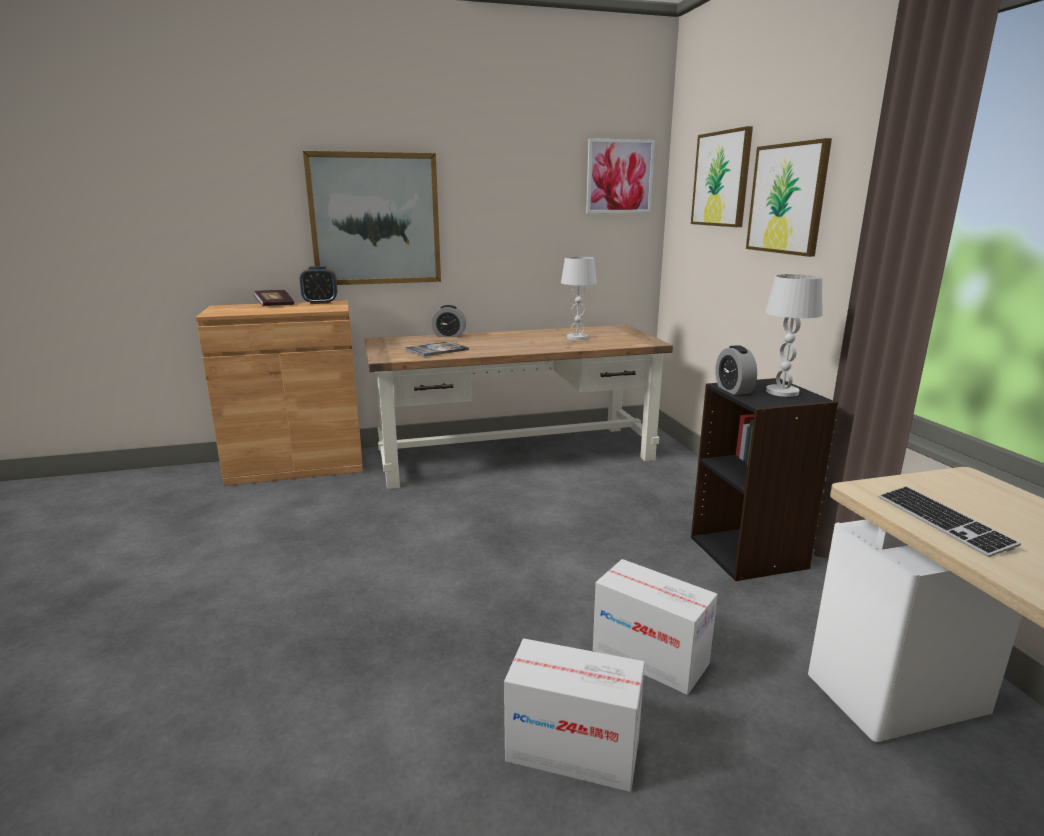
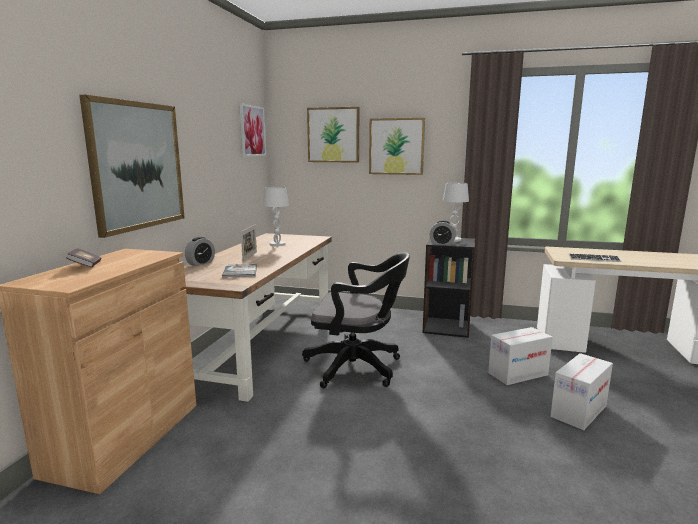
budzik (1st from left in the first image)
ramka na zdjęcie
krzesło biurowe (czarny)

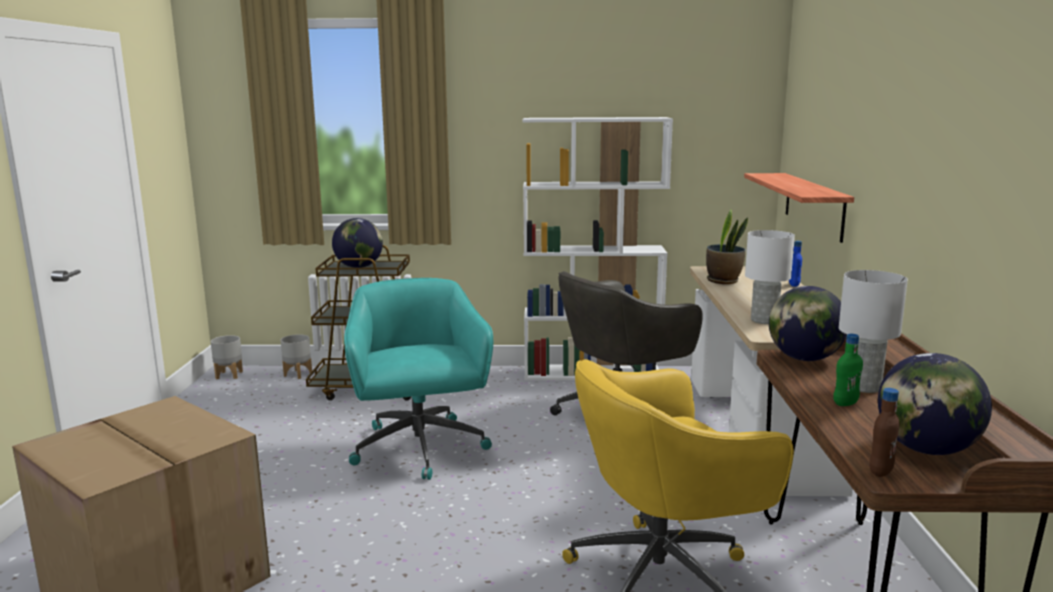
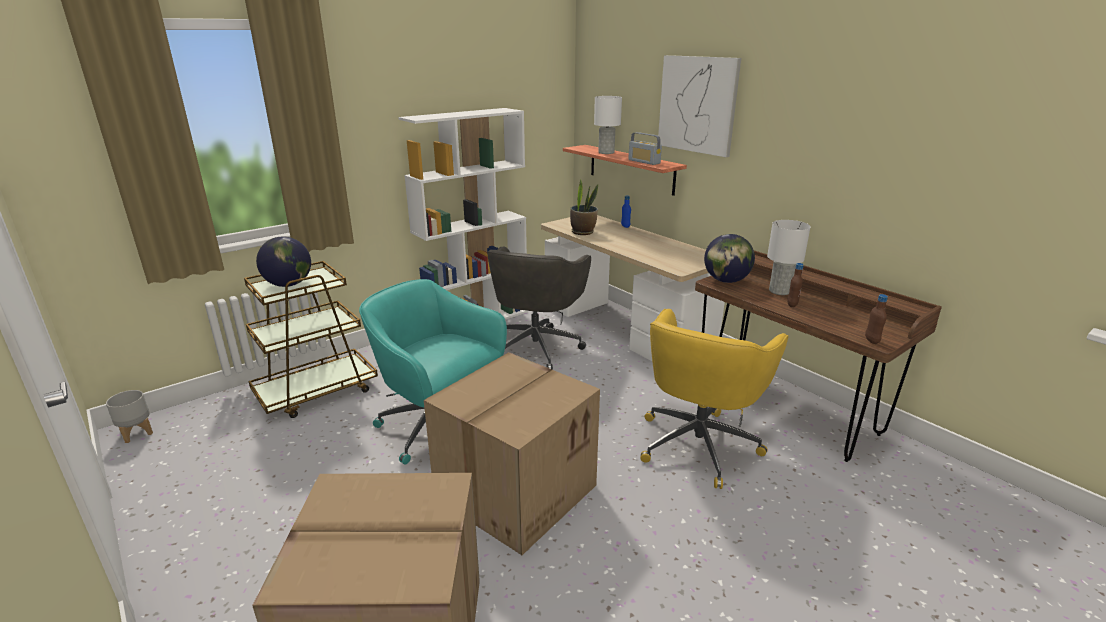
donica (szary) (2nd from left in the first image)
lampa stołowa (biały) (1st from left)
butelka (brązowy) (1st from left)
globus (3rd from left in the first image)
karton (2nd from left)
radio
obraz

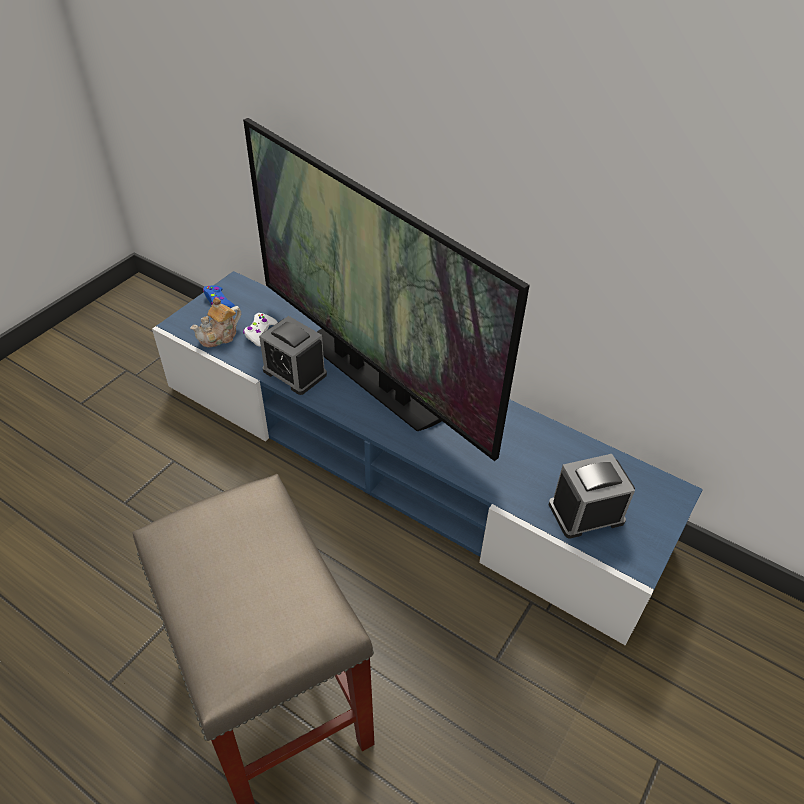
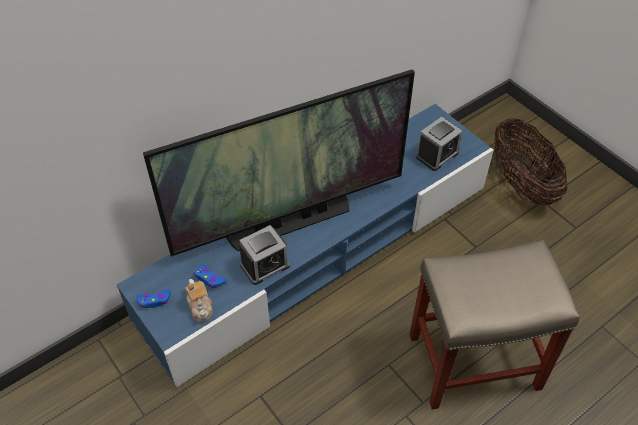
pad do gier (niebieski) (2nd from left)
budzik (2nd from left)
koszyk

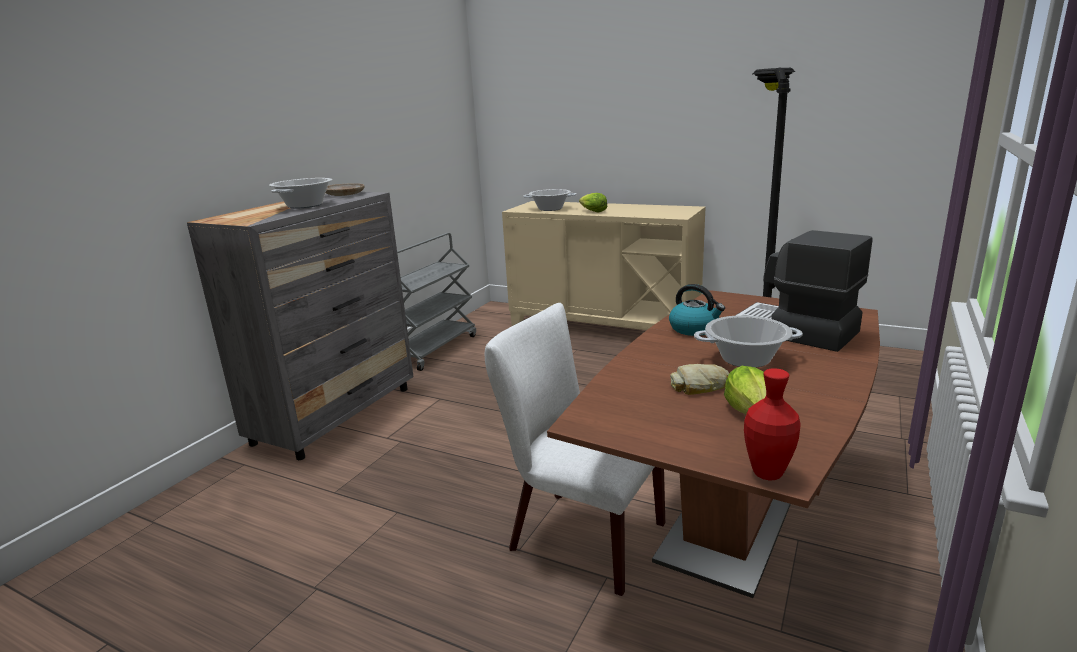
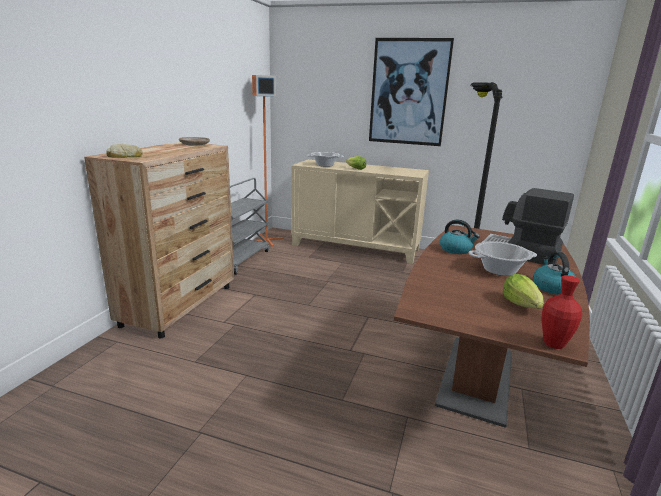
komoda (brązowy)
garnek (1st from left in the first image)
krzesło (biały)
chleb
lampa stojąca (pomarańczowy)
obraz
czajnik (2nd from left)

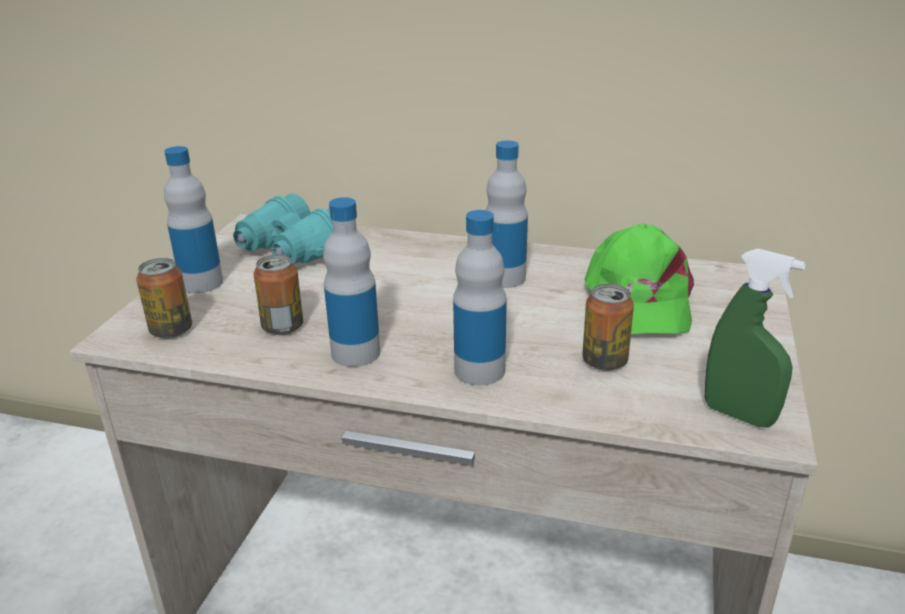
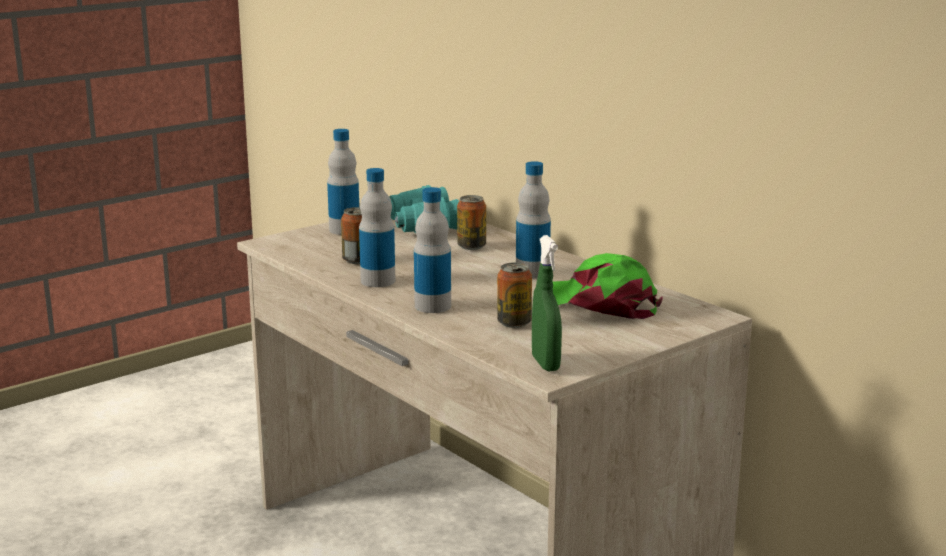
puszka (2nd from left)
czapka z daszkiem (zielony)

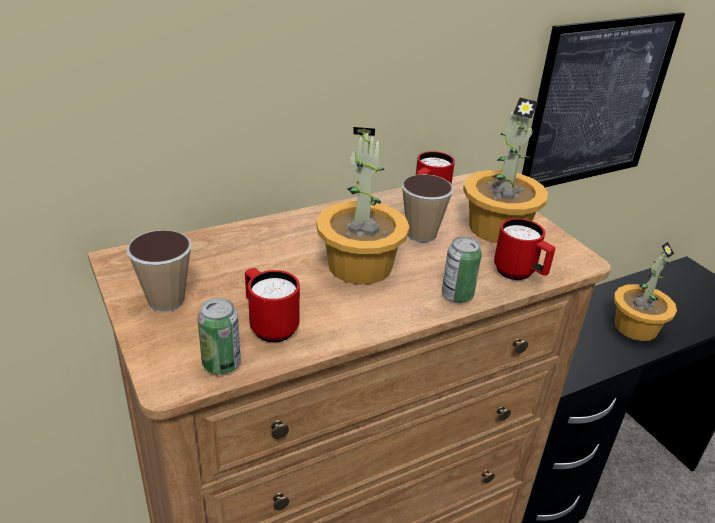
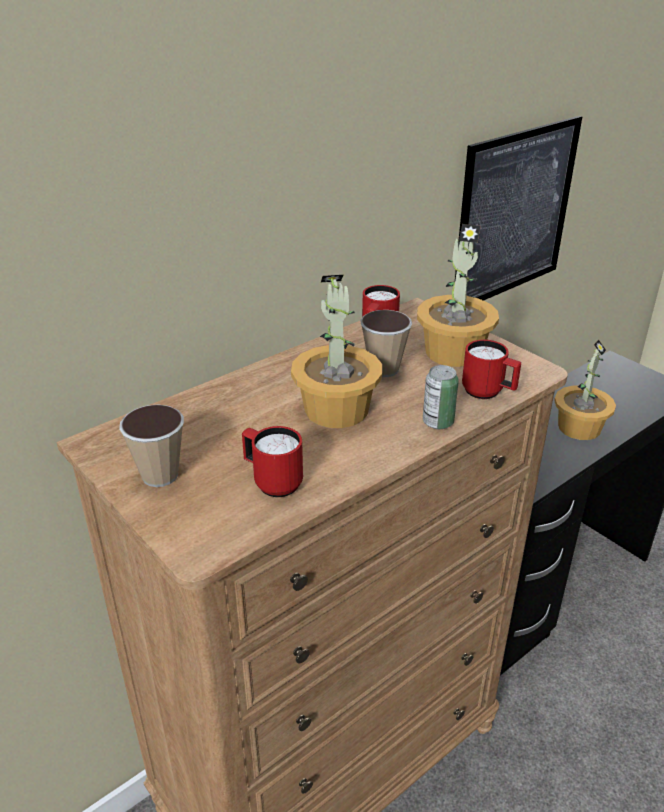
puszka (1st from left in the first image)

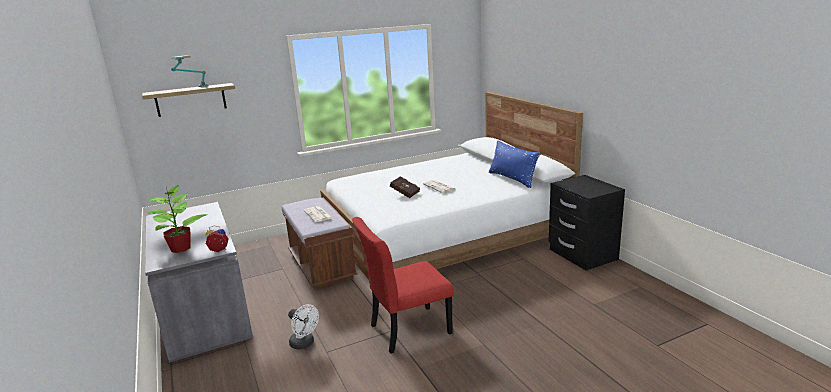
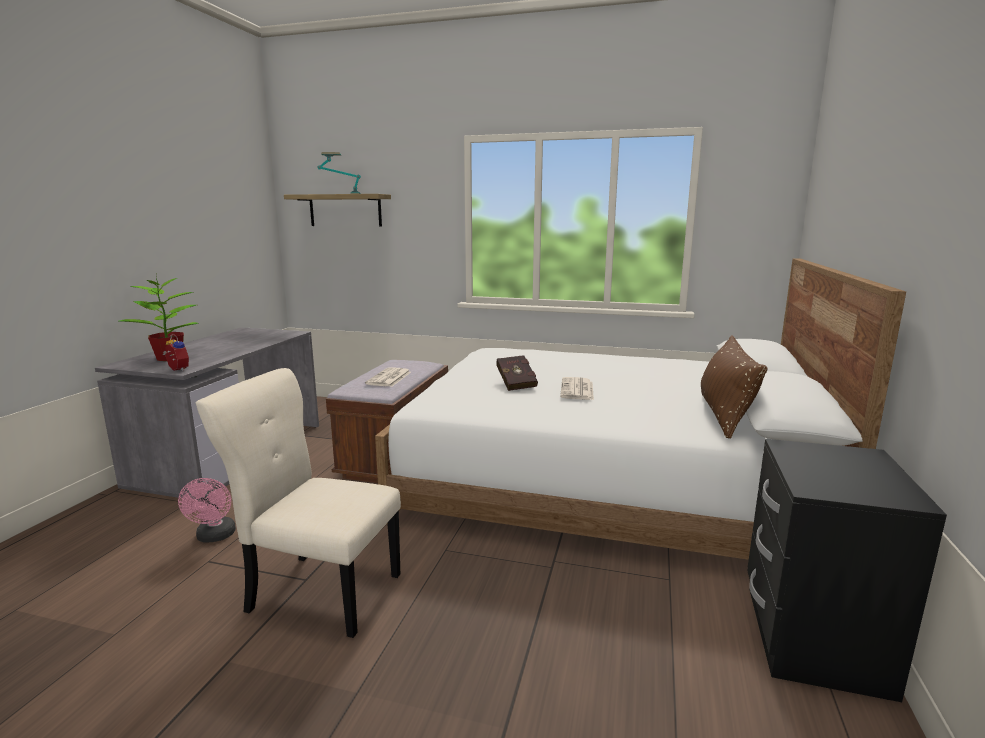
wentylator (różowy)
krzesło (beżowy)
poduszka (brązowy)

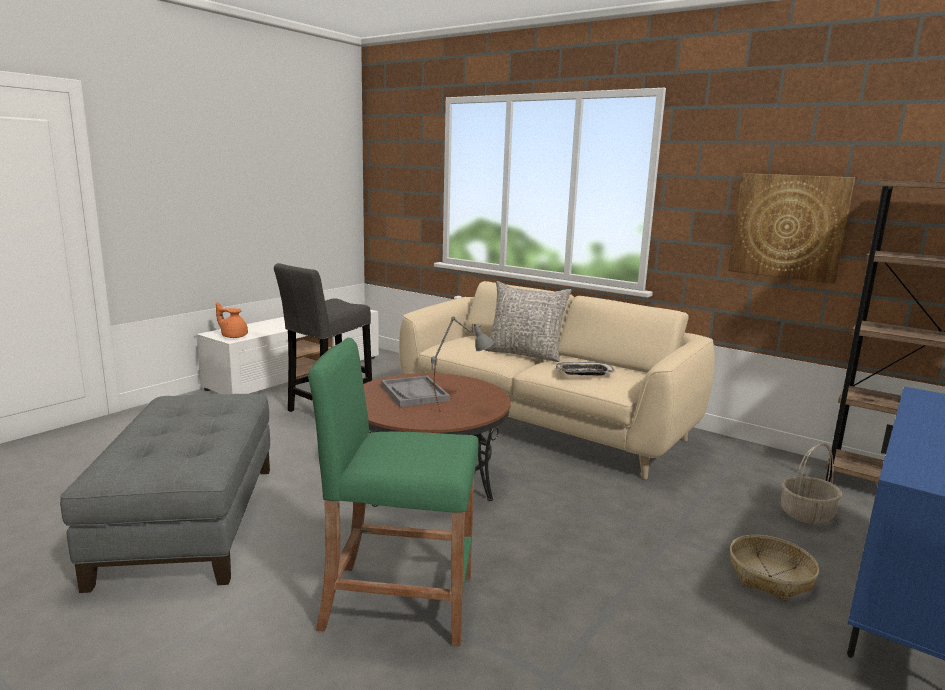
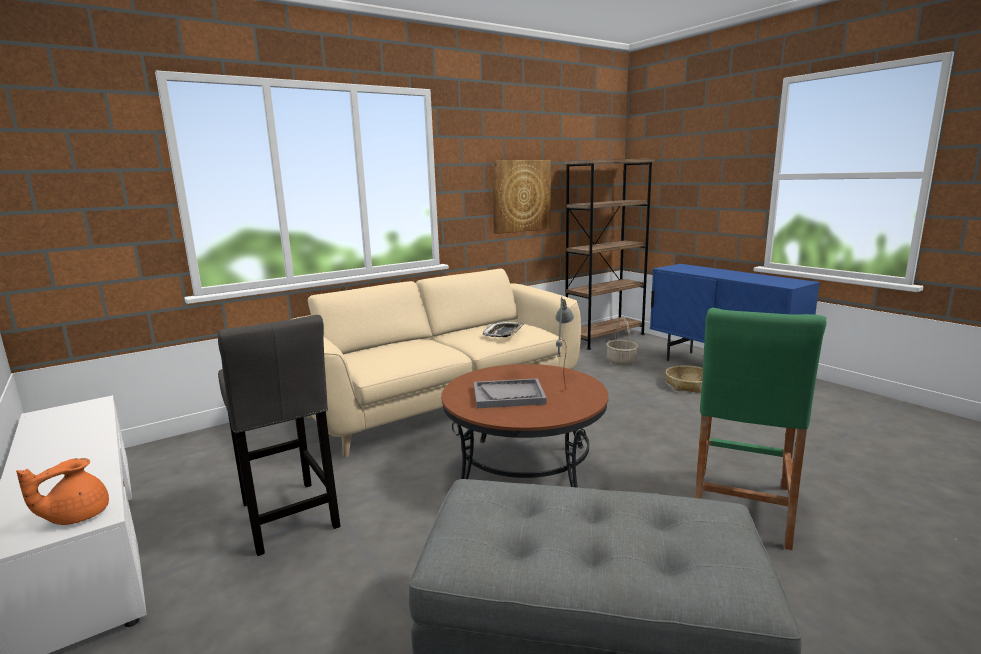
poduszka (szary)

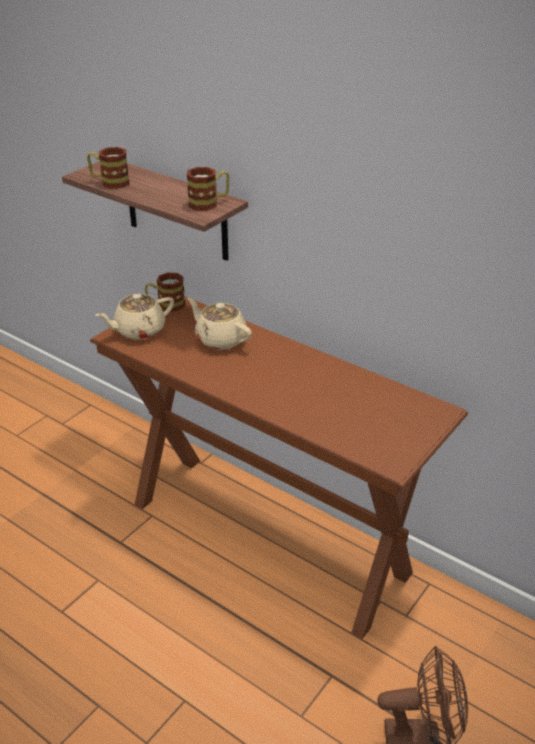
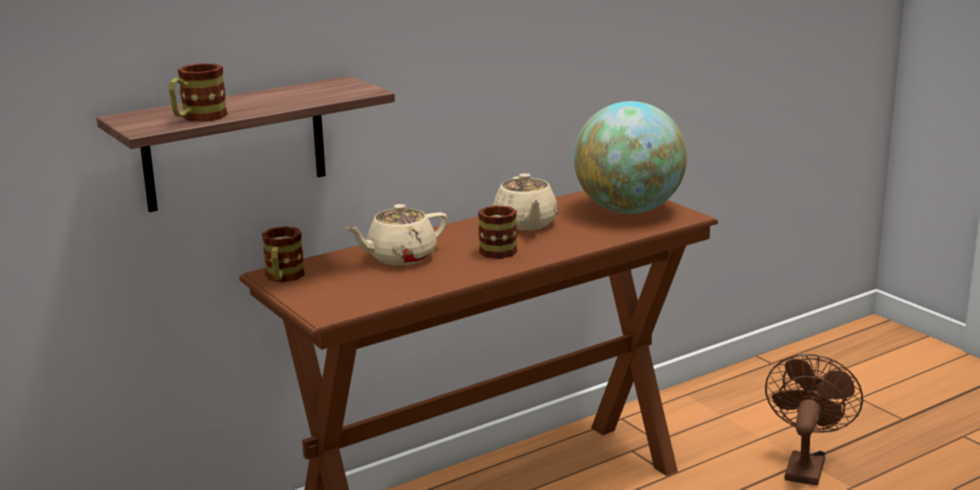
imbryk (beżowy) (2nd from left)
kubek (3rd from left)
globus

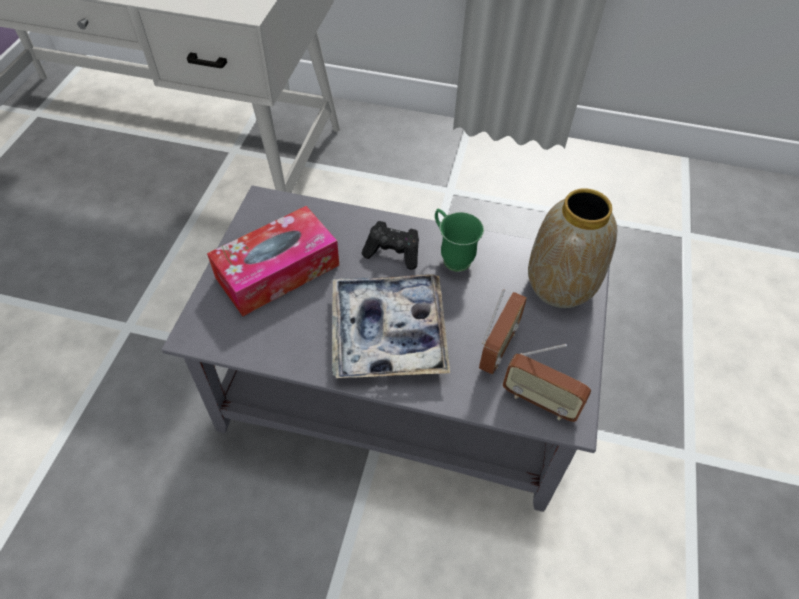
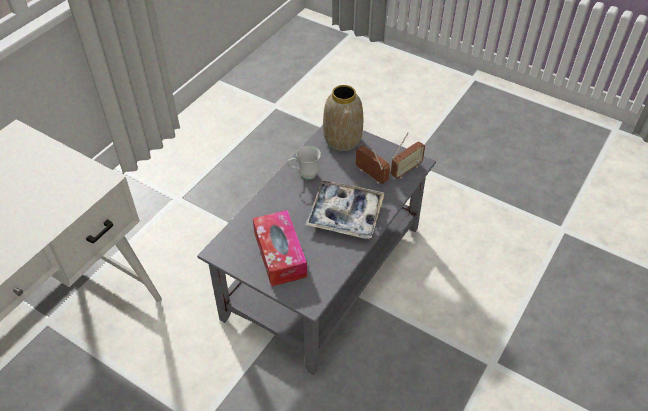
pad do gier (czarny)
kubek (biały)

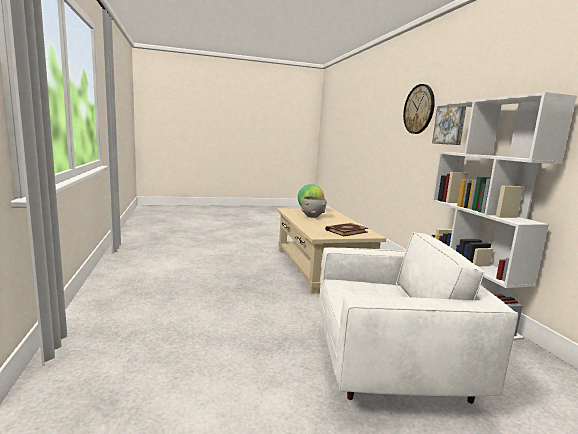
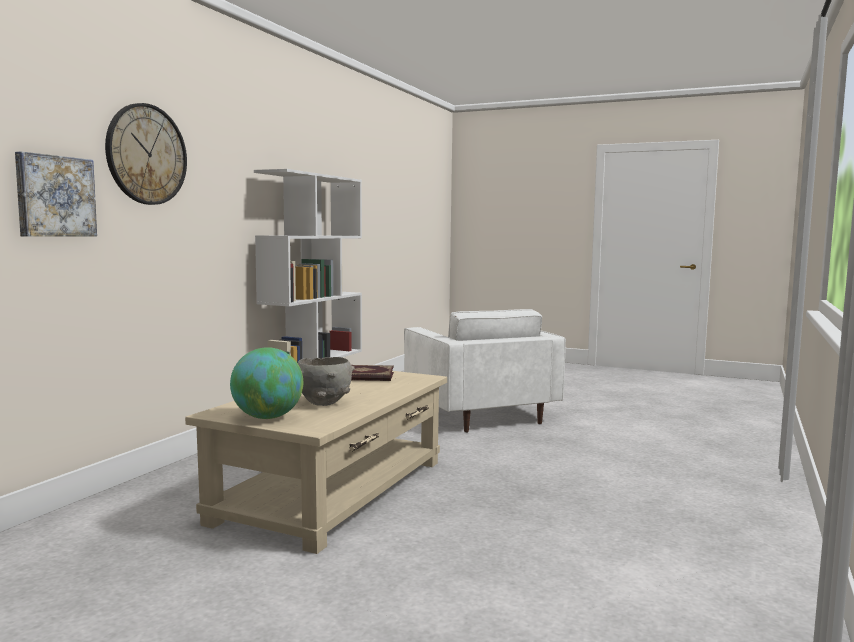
fotel (biały)
obraz

